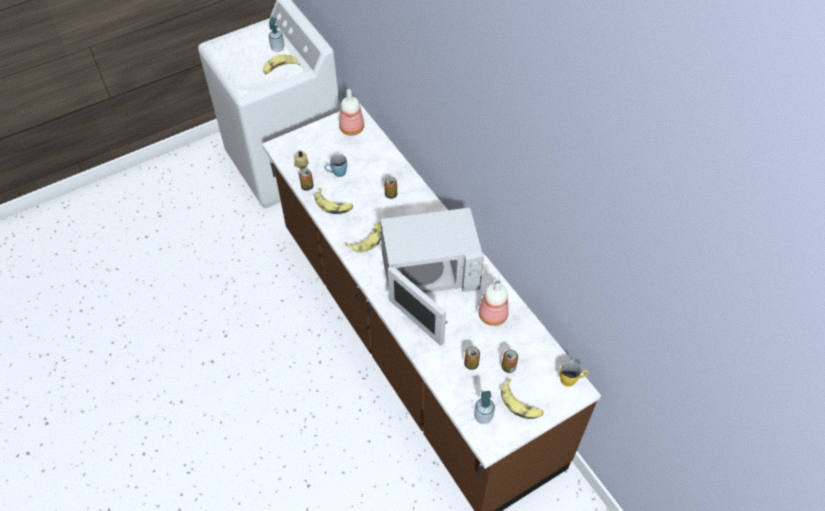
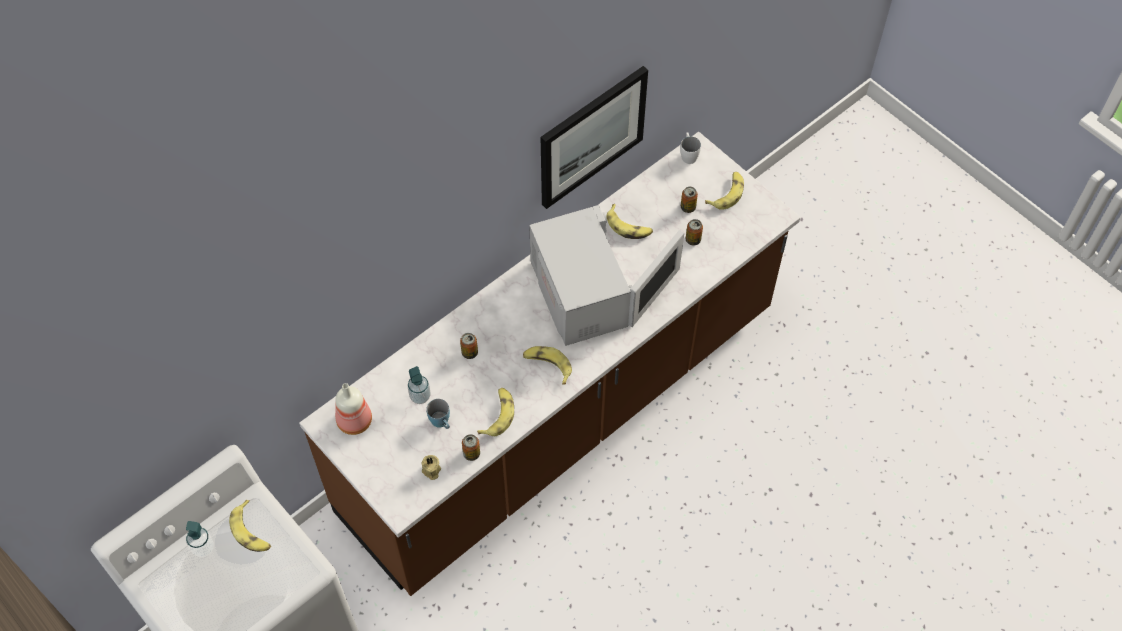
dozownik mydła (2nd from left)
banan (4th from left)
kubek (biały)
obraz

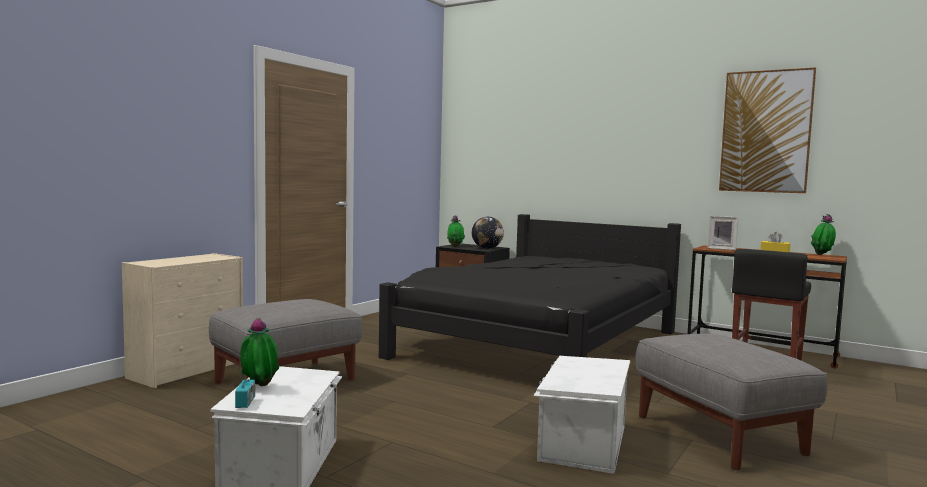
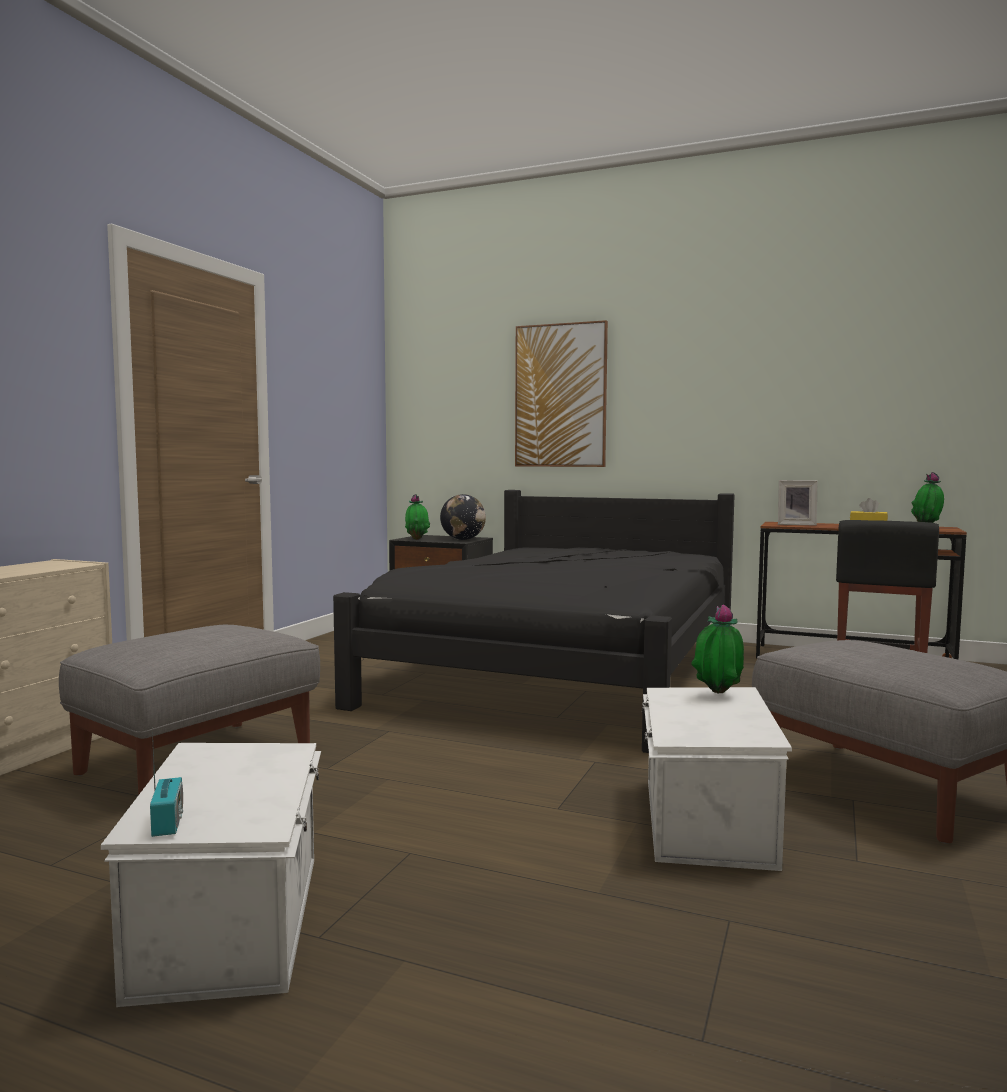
roślina doniczkowa (2nd from left)
obraz

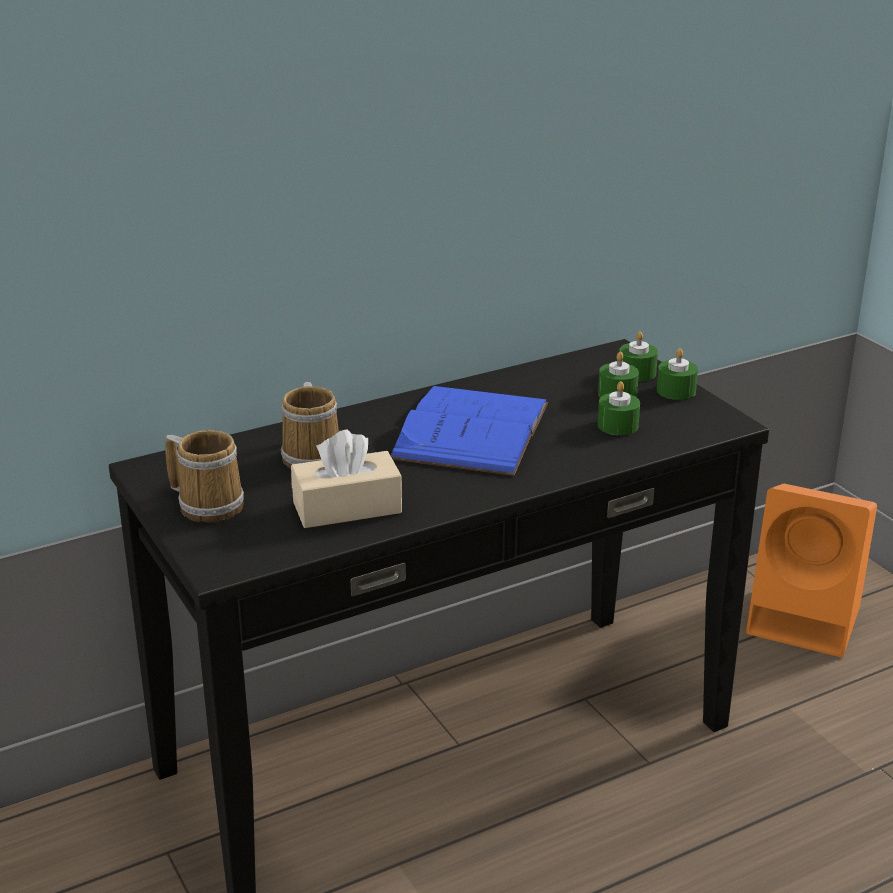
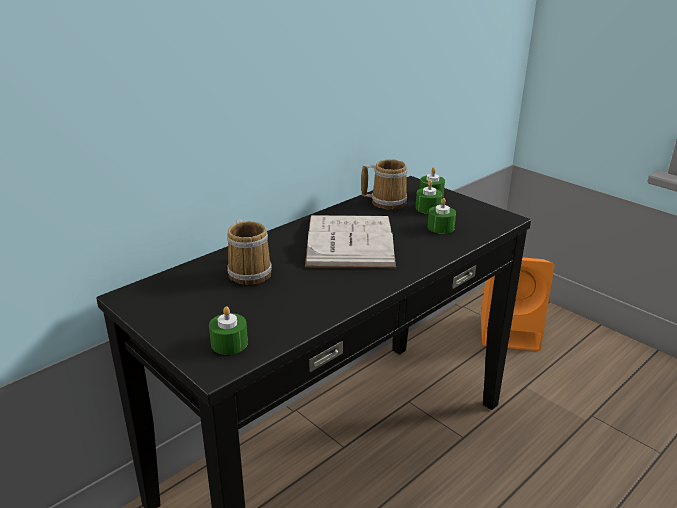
kubek (2nd from left)
pudełko chusteczek (beżowy)
książka (biały)
świeca (zielony) (1st from left)

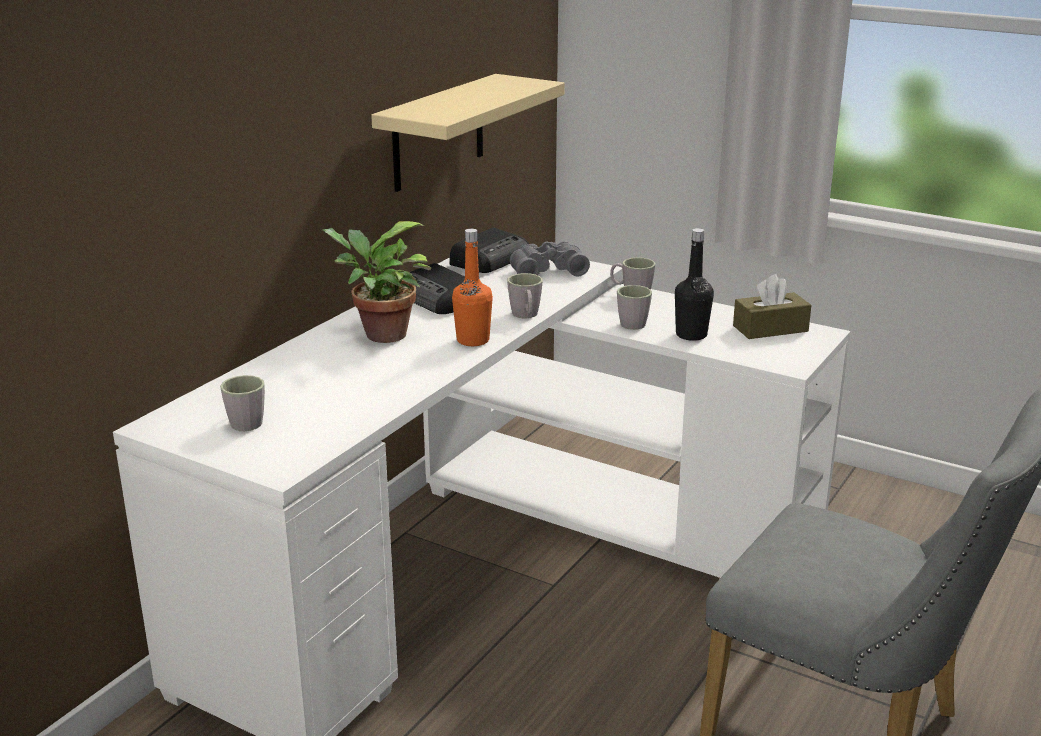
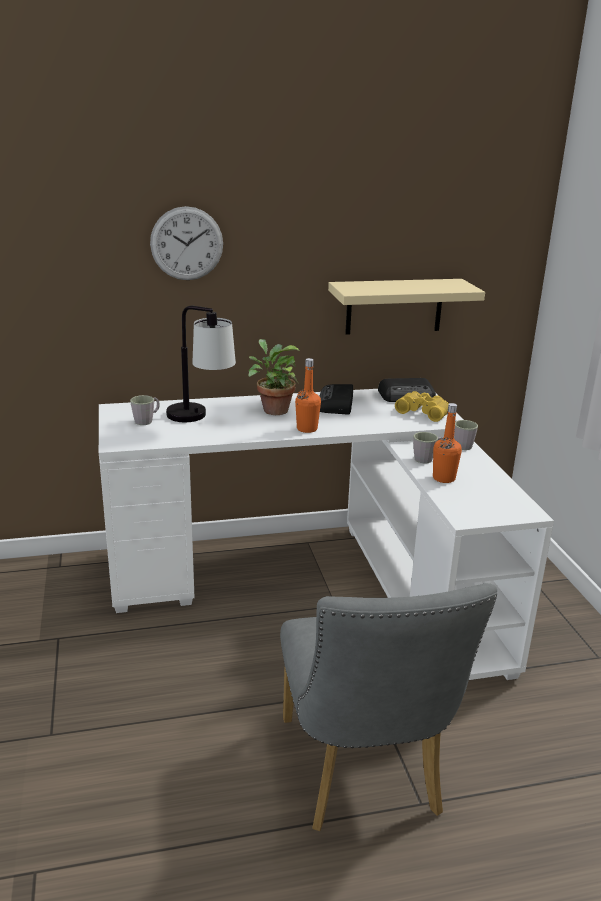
kubek (szary) (2nd from left in the first image)
lornetka (żółty)
butelka (pomarańczowy) (2nd from left)
pudełko chusteczek (brązowy)
zegar ścienny
lampa stołowa

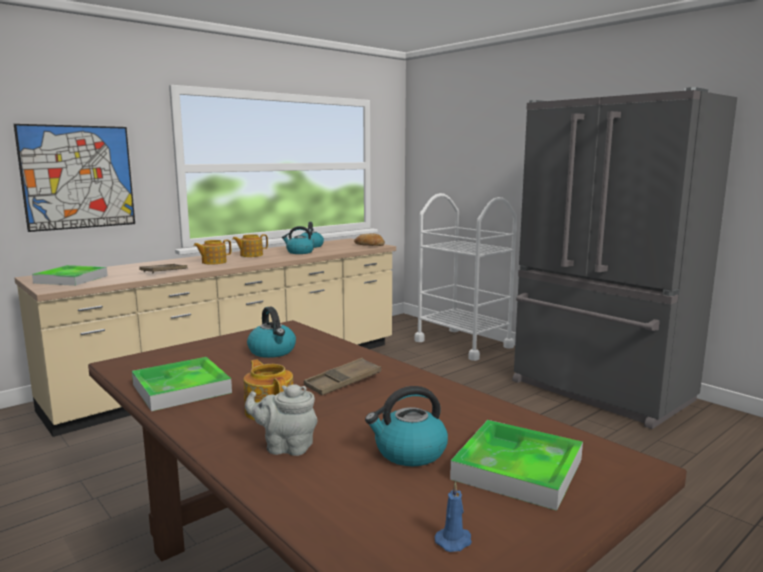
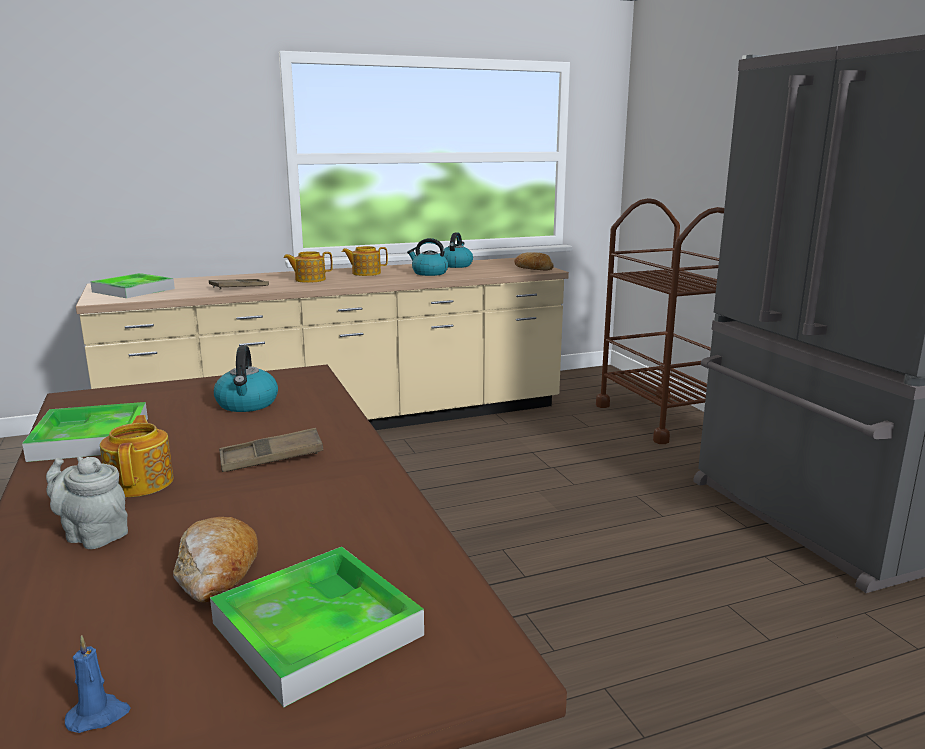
obraz
chleb (1st from left)
wózek (brązowy)

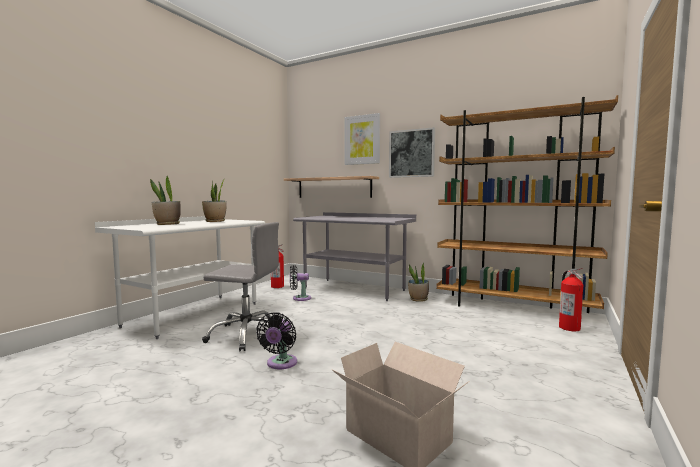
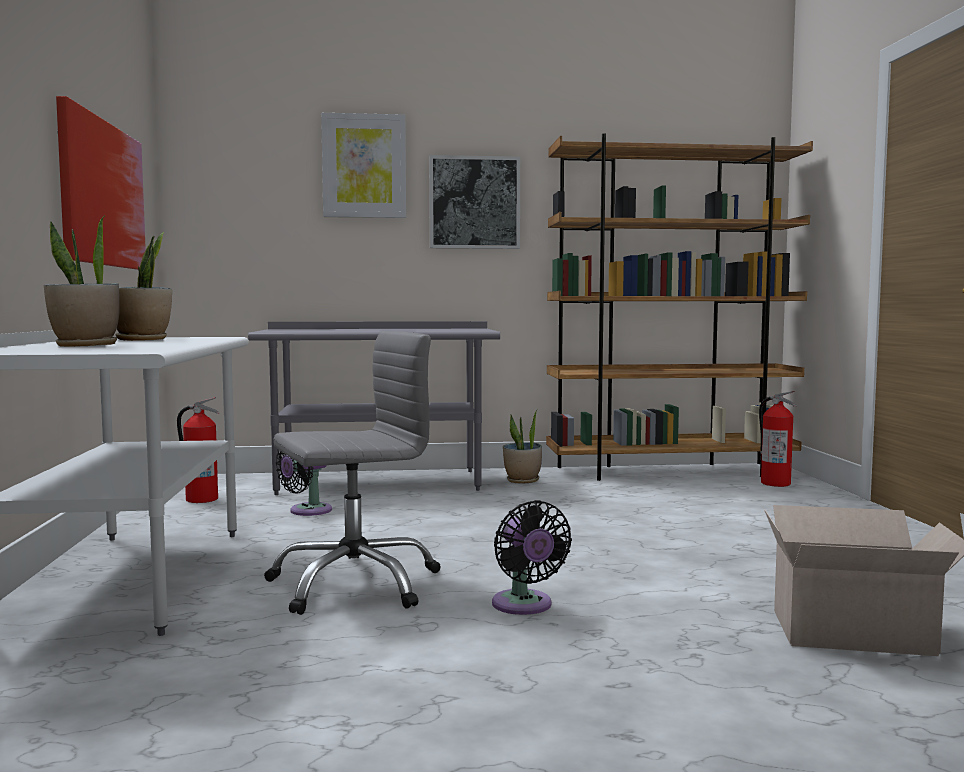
półka
obraz (1st from left)

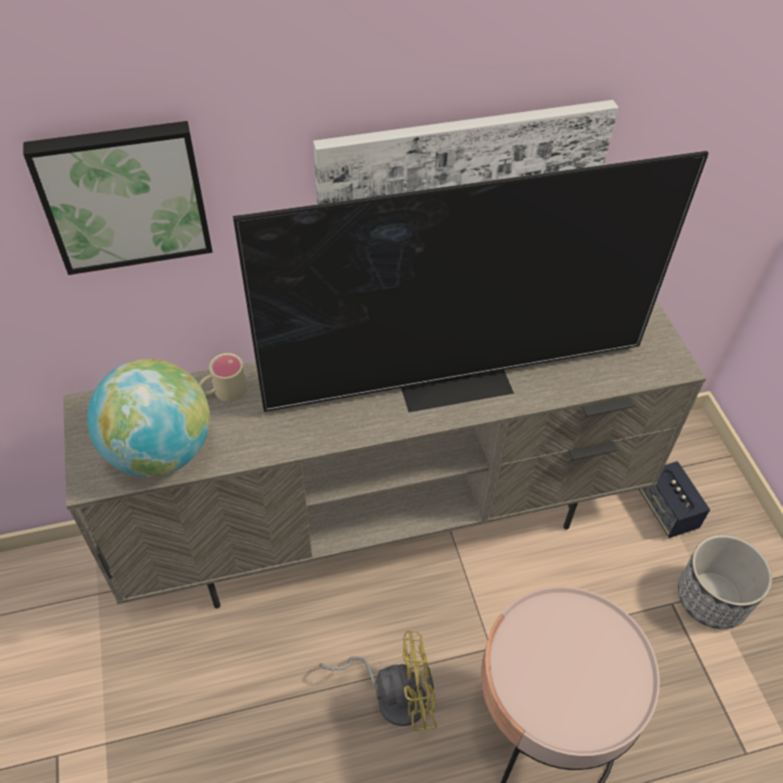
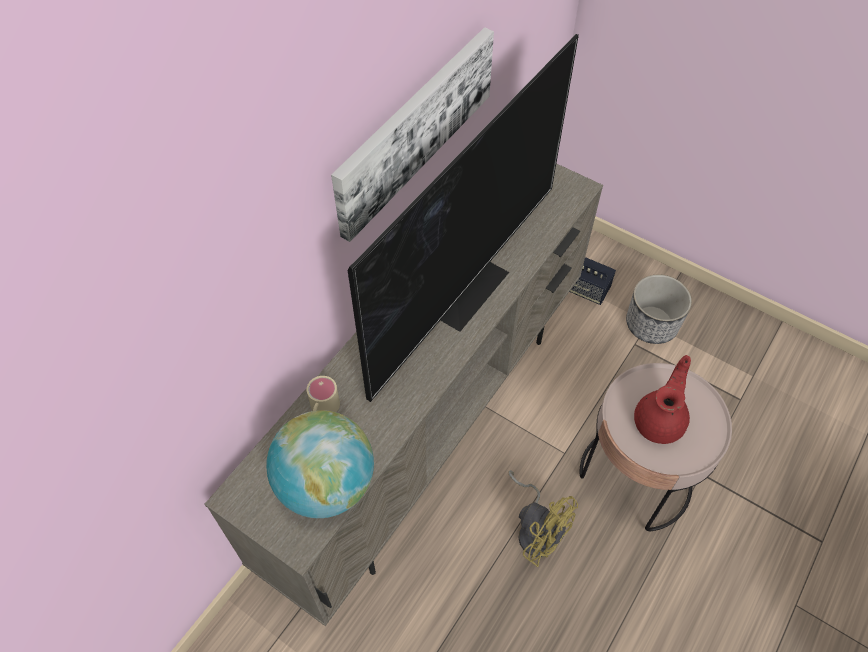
obraz (1st from left in the first image)
wentylator (żółty)
imbryk (czerwony)

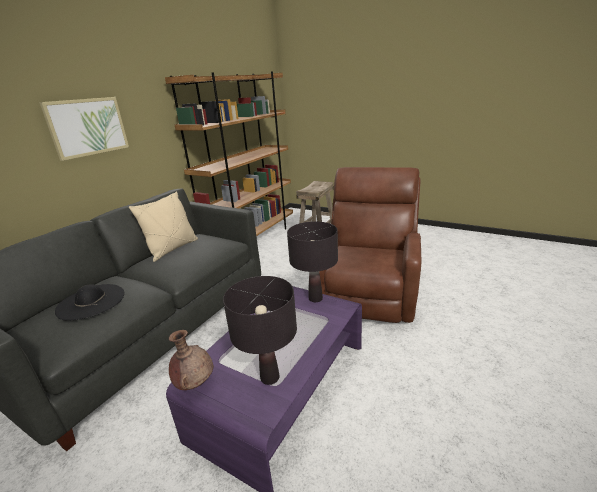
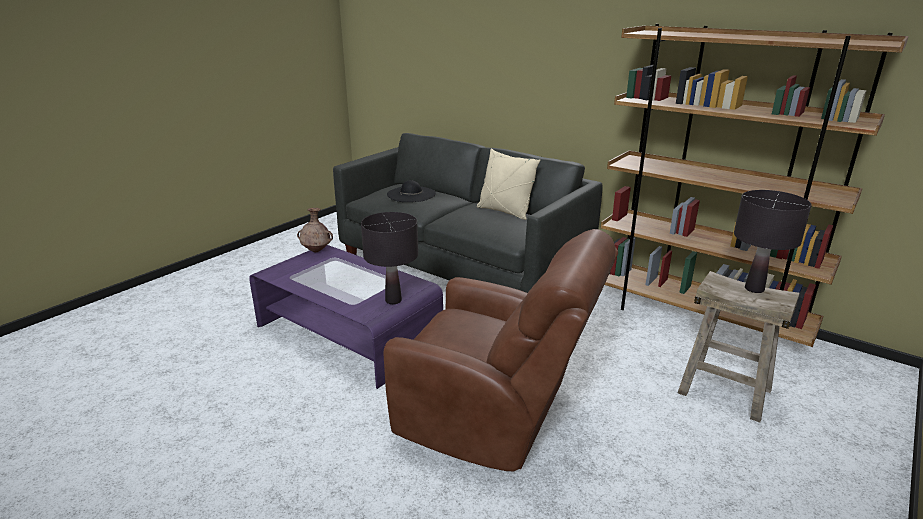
obraz
lampa stołowa (czarny) (2nd from left)

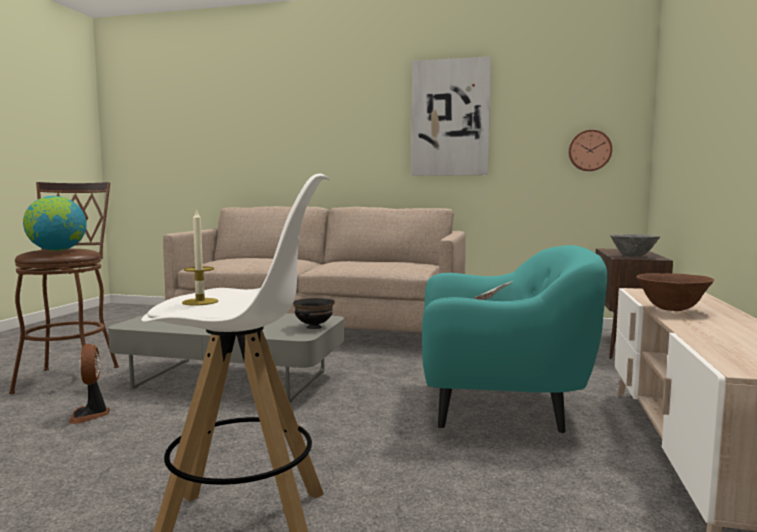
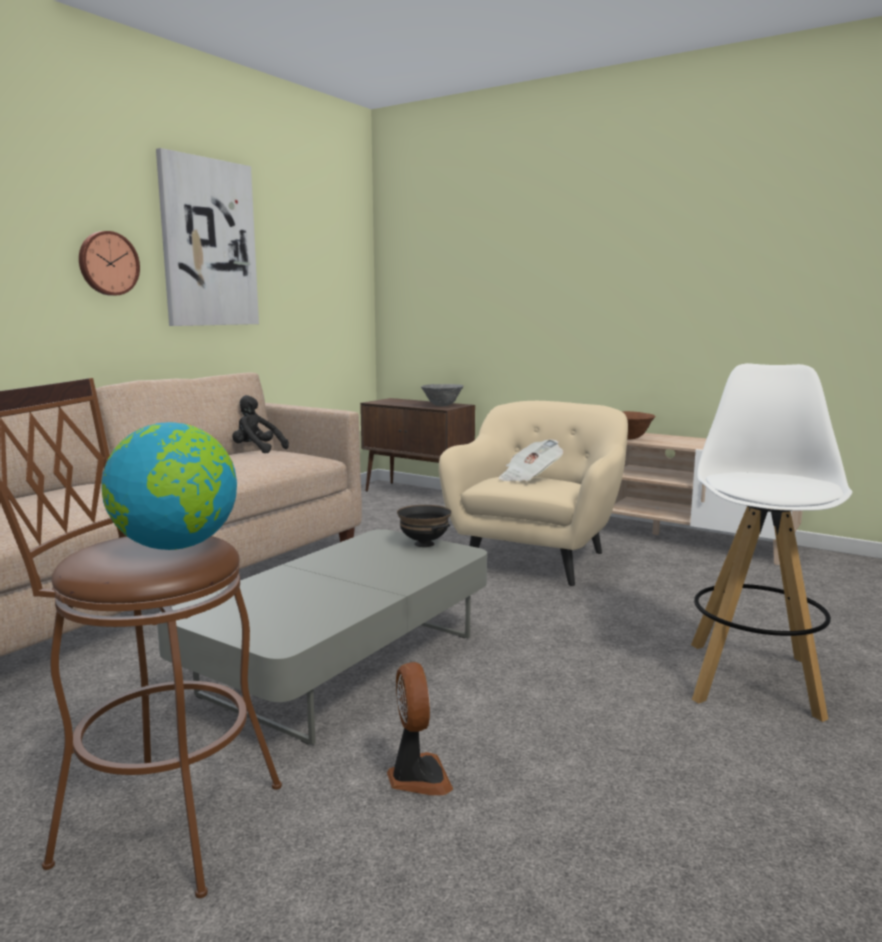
wentylator
świeca
fotel (beżowy)
zegar ścienny
pluszak (czarny)

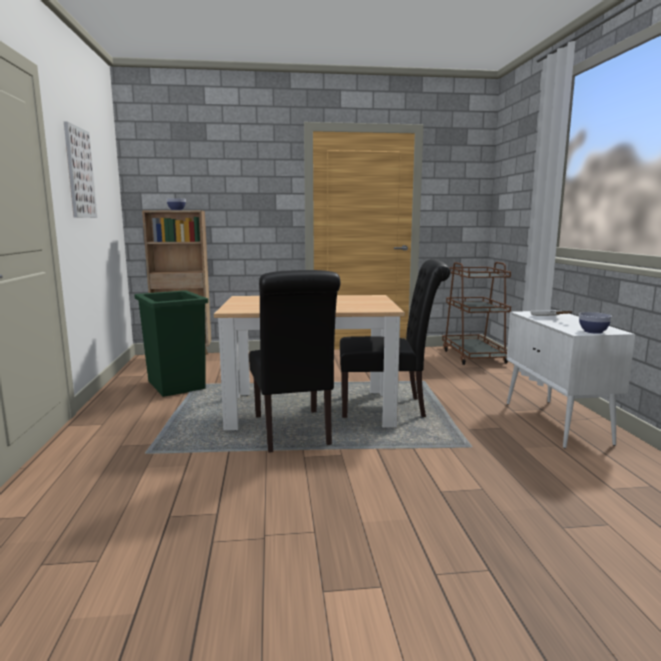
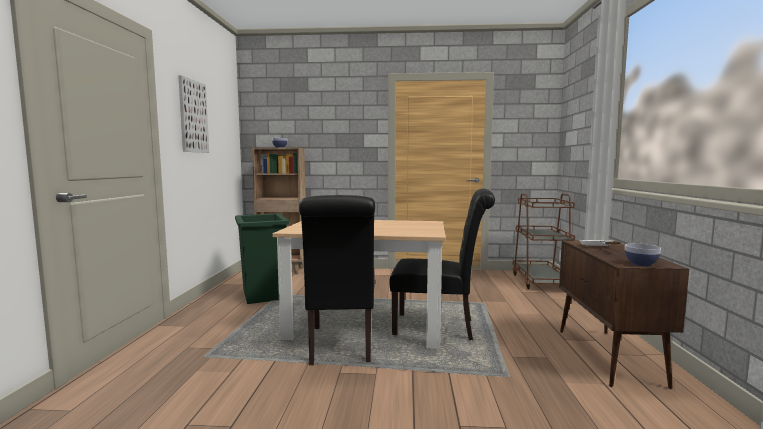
szafka (brązowy)

